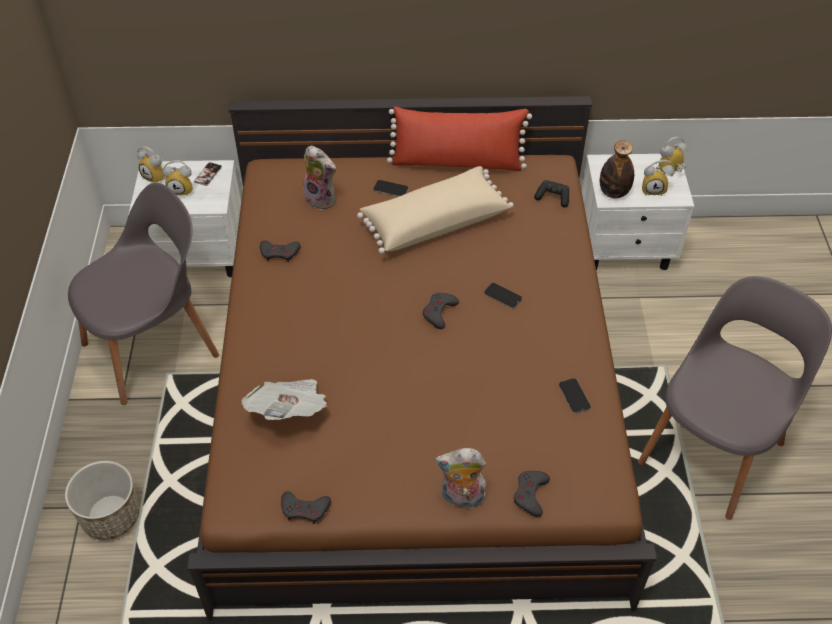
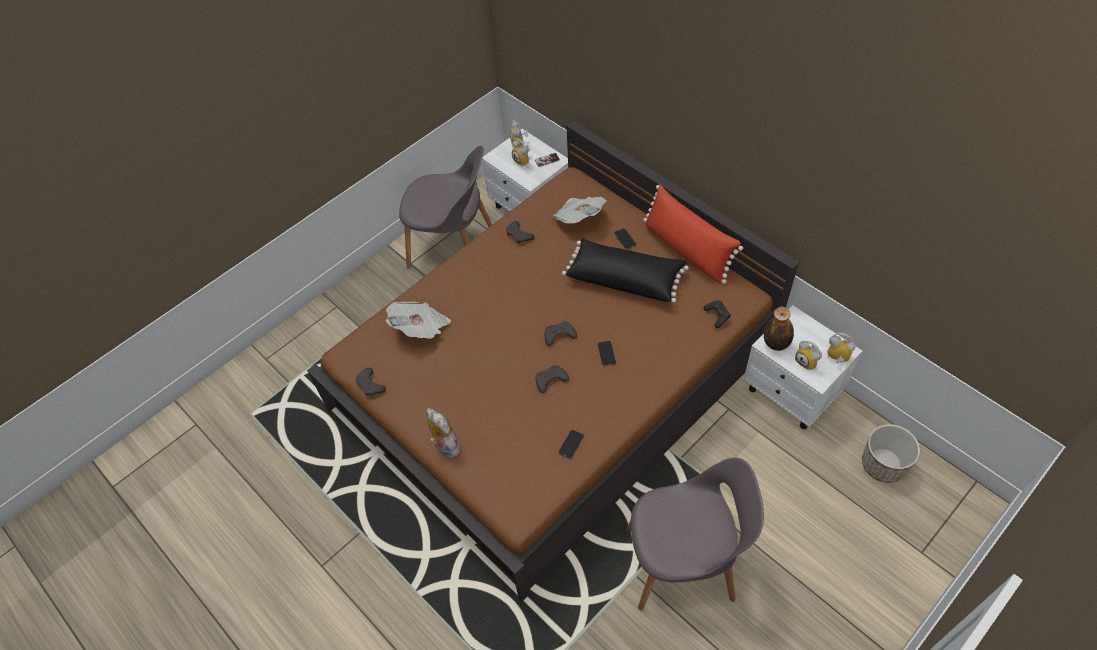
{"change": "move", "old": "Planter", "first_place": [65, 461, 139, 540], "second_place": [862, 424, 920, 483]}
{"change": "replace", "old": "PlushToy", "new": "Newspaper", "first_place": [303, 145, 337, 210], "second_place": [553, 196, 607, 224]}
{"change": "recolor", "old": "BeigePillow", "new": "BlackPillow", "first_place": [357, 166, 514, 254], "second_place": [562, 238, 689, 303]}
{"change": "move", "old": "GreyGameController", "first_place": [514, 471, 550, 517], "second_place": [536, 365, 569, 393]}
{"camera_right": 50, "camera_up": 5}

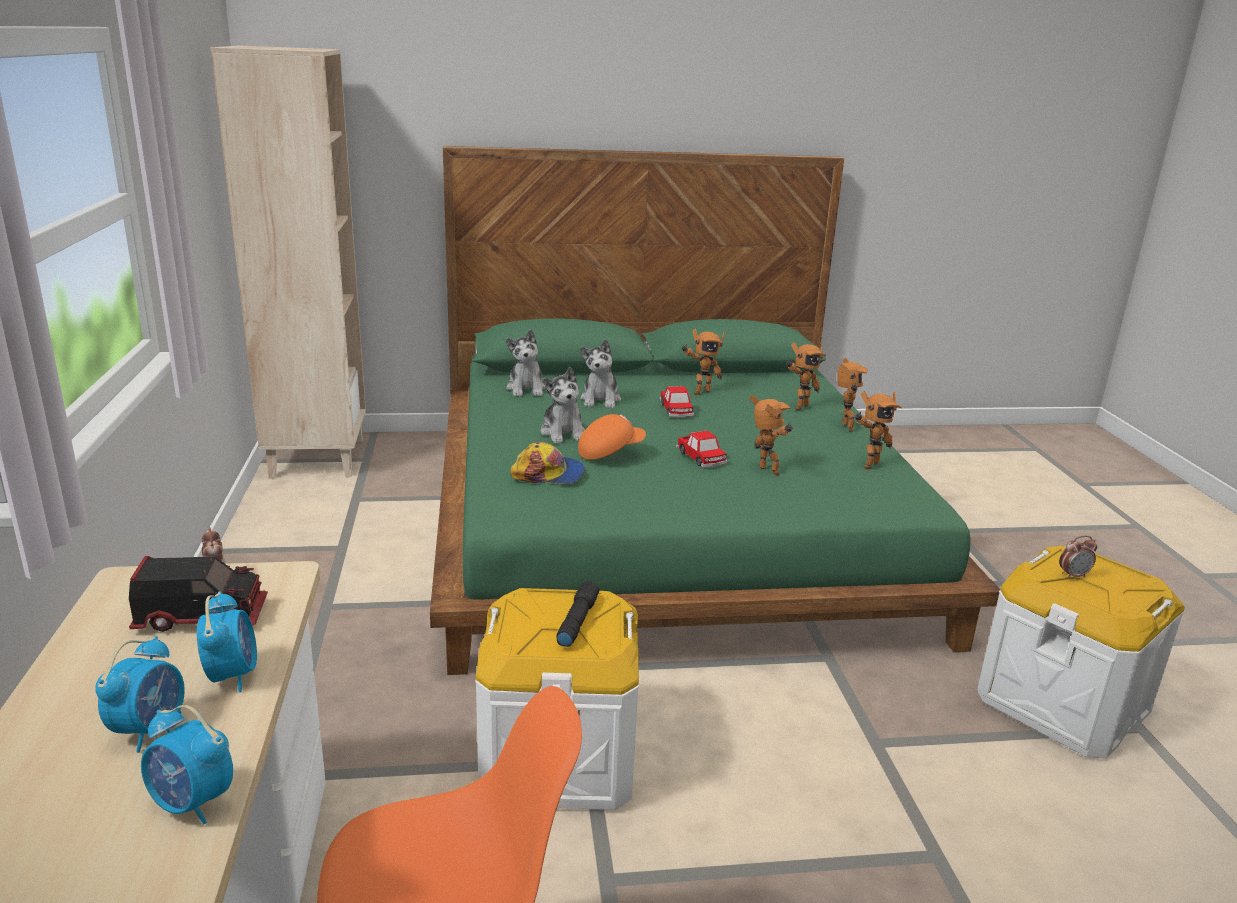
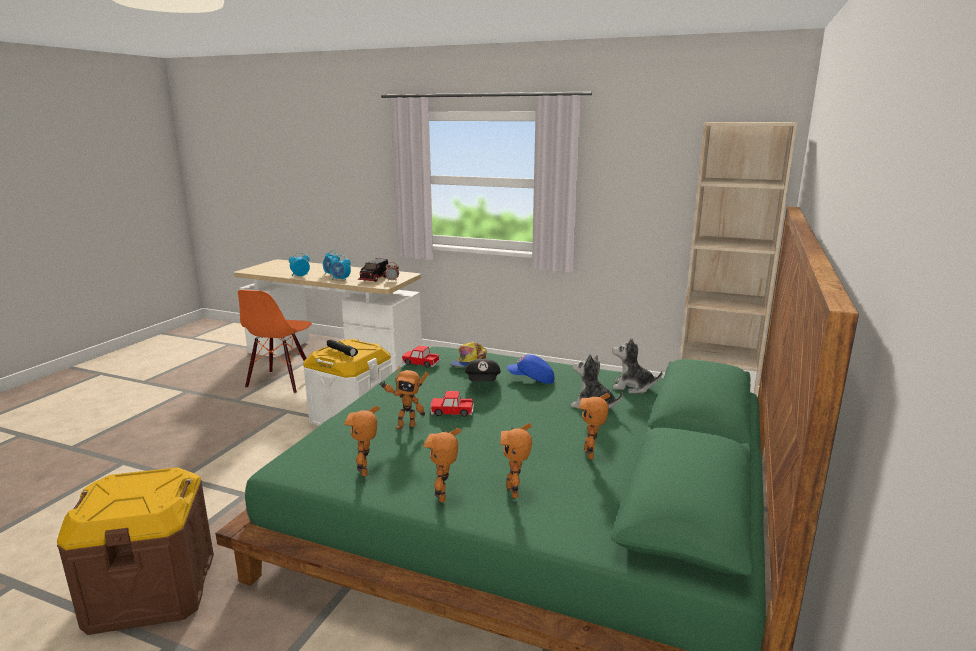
{"change": "replace", "old": "PlushToy", "new": "BlueCap", "first_place": [541, 367, 585, 443], "second_place": [507, 354, 554, 384]}
{"change": "recolor", "old": "OrangeCap", "new": "BlackCap", "first_place": [578, 414, 646, 460], "second_place": [465, 359, 501, 381]}
{"change": "move", "old": "ToyCar", "first_place": [659, 386, 694, 417], "second_place": [402, 345, 441, 368]}
{"change": "rotate", "old": "ToyRobot", "first_place": [837, 358, 868, 432], "second_place": [423, 428, 461, 503], "degrees": 60}
{"change": "recolor", "old": "WhiteStorageBox", "new": "BrownStorageBox", "first_place": [977, 546, 1185, 758], "second_place": [57, 467, 214, 635]}
{"change": "delete", "old": "AlarmClock", "first_place": [1059, 536, 1097, 579]}
{"camera_right": 120, "camera_up": -5}

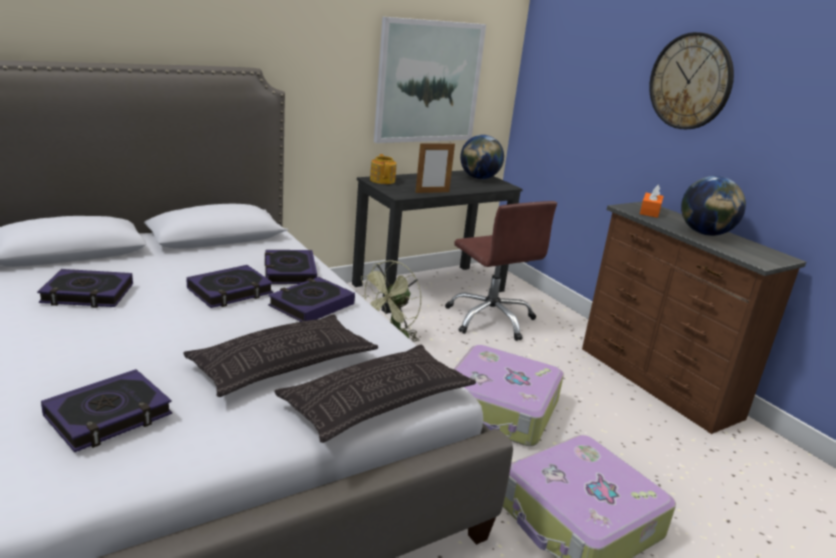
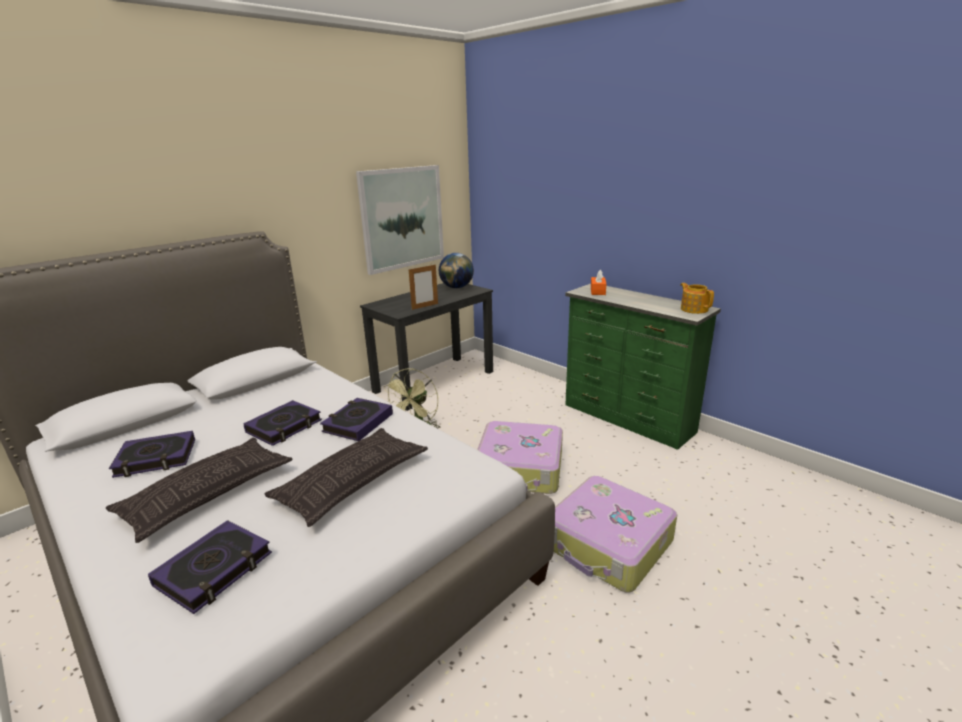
{"change": "delete", "old": "Book", "first_place": [265, 250, 317, 284]}
{"change": "move", "old": "Pillow", "first_place": [274, 344, 476, 443], "second_place": [106, 438, 293, 543]}
{"change": "move", "old": "Teapot", "first_place": [370, 154, 397, 184], "second_place": [680, 283, 714, 314]}
{"change": "delete", "old": "BrownOfficeChair", "first_place": [445, 201, 557, 341]}
{"change": "recolor", "old": "BrownDresser", "new": "GreenDresser", "first_place": [582, 201, 806, 434], "second_place": [565, 284, 721, 450]}
{"change": "delete", "old": "WallClock", "first_place": [649, 32, 734, 129]}
{"change": "delete", "old": "Globe", "first_place": [681, 176, 746, 236]}
{"camera_right": -10, "camera_up": 0}

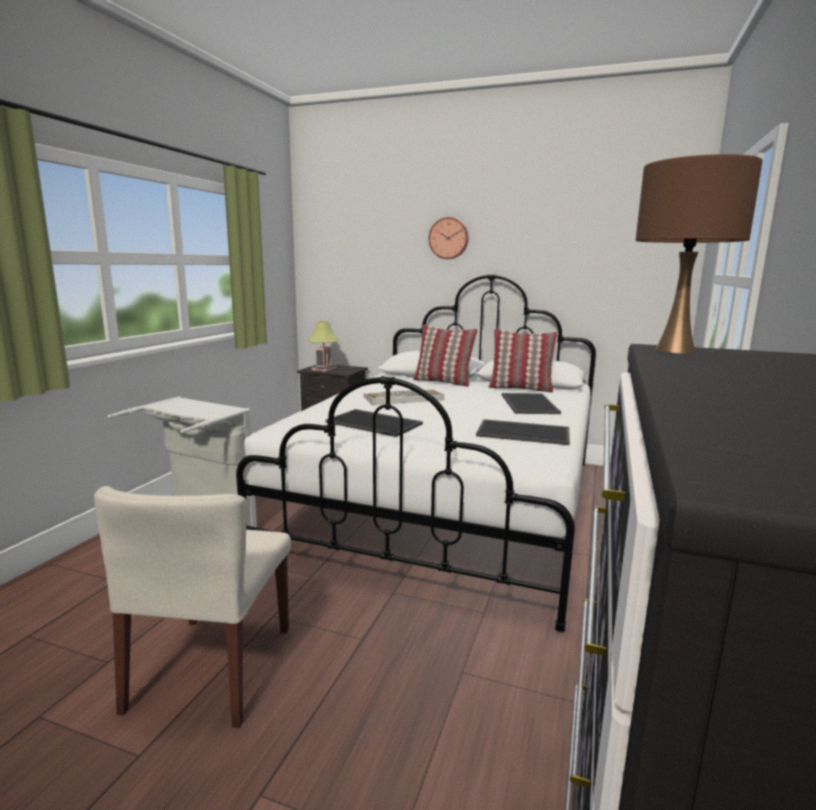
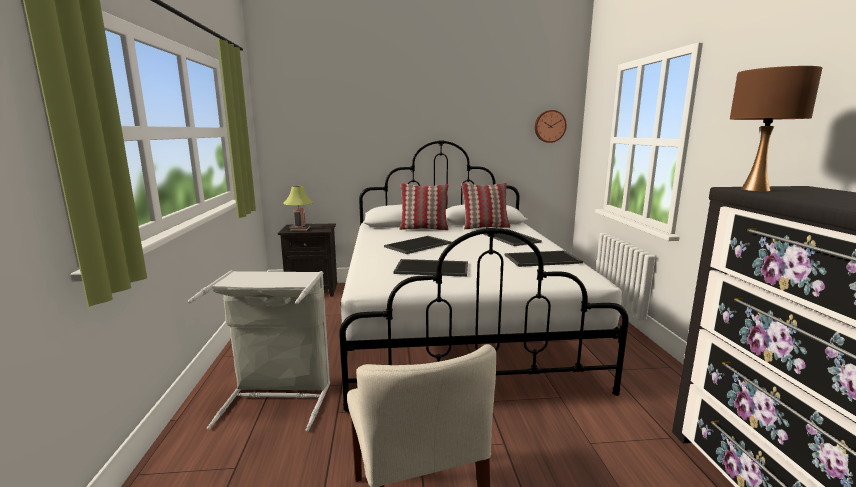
{"change": "replace", "old": "Keyboard", "new": "Tray", "first_place": [364, 389, 444, 405], "second_place": [384, 236, 451, 254]}
{"change": "move", "old": "WallClock", "first_place": [429, 217, 469, 259], "second_place": [535, 110, 567, 143]}
{"camera_right": -25, "camera_up": 0}

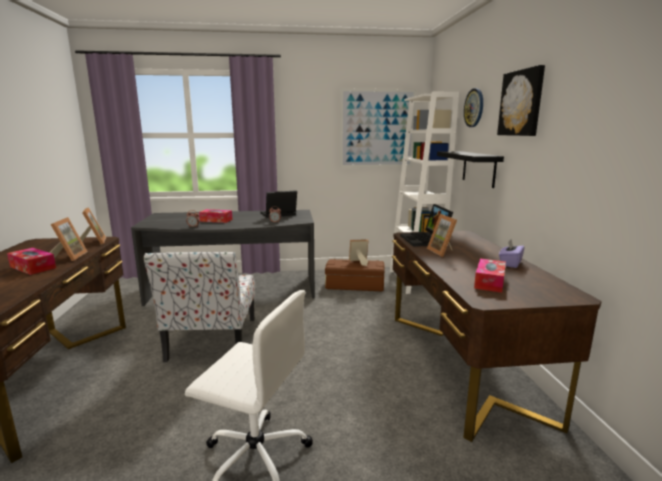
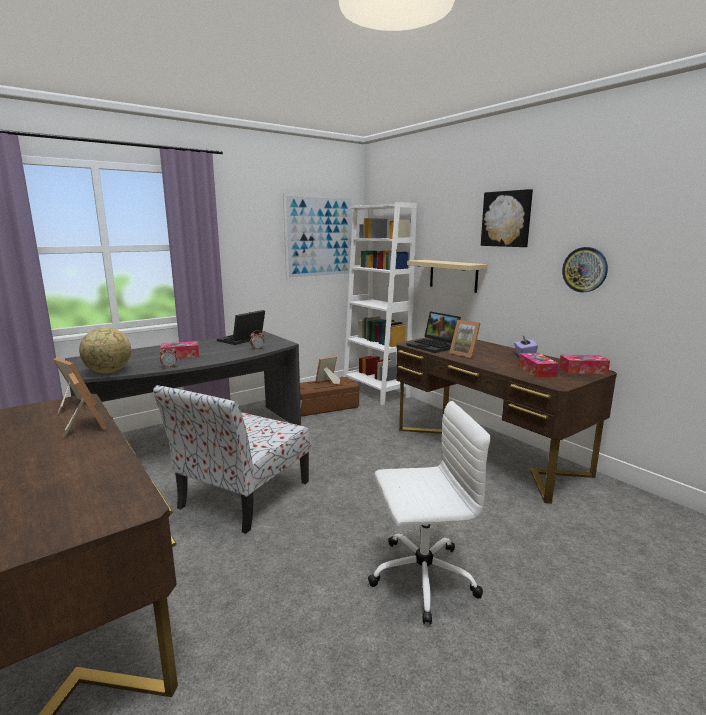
{"change": "move", "old": "TissueBox", "first_place": [7, 248, 56, 275], "second_place": [559, 355, 610, 374]}
{"change": "rotate", "old": "Chair", "first_place": [144, 252, 255, 362], "second_place": [153, 385, 311, 534], "degrees": 60}
{"change": "recolor", "old": "BlackShelf", "new": "BeigeShelf", "first_place": [437, 151, 504, 188], "second_place": [407, 260, 488, 293]}
{"change": "move", "old": "WallClock", "first_place": [464, 88, 483, 127], "second_place": [562, 247, 608, 292]}
{"change": "insert", "new": "Globe", "second_place": [79, 327, 131, 373]}
{"camera_right": -30, "camera_up": 0}

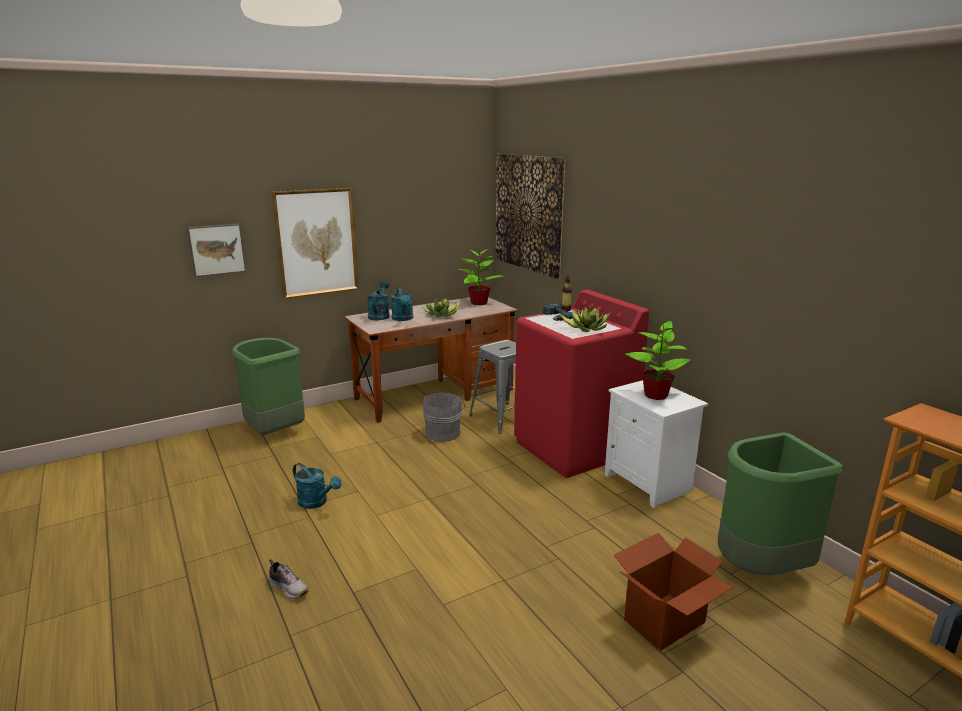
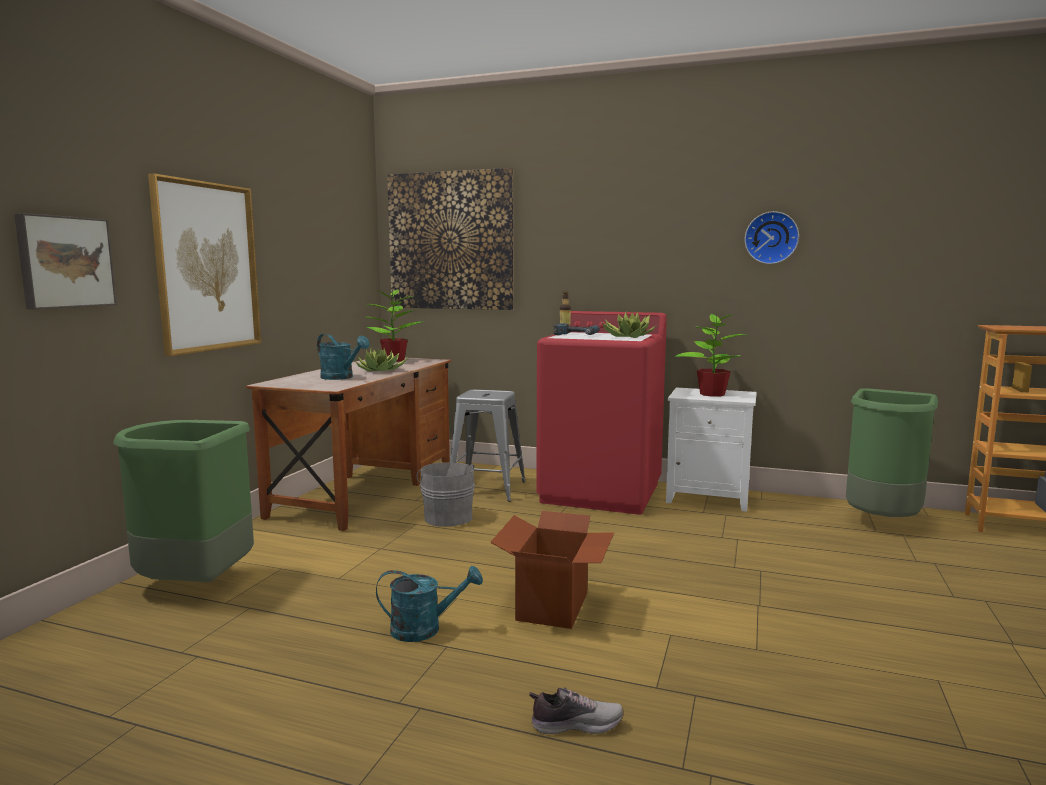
{"change": "delete", "old": "TurquoiseWateringCan", "first_place": [367, 281, 390, 320]}
{"change": "move", "old": "CardboardBox", "first_place": [614, 533, 733, 651], "second_place": [490, 511, 614, 629]}
{"change": "insert", "new": "WallClock", "second_place": [744, 211, 799, 264]}
{"camera_right": -40, "camera_up": -10}

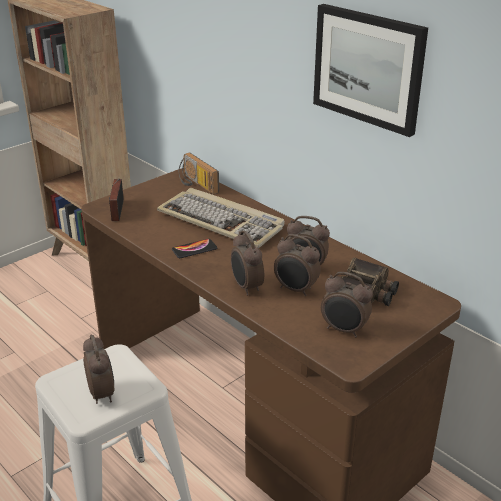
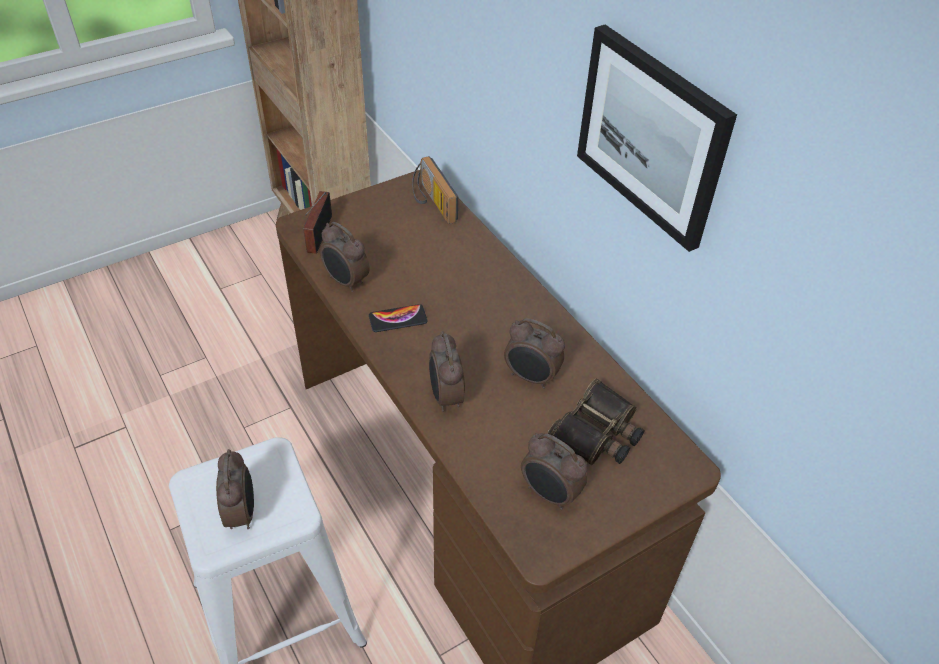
{"change": "delete", "old": "Keyboard", "first_place": [157, 188, 285, 248]}
{"change": "move", "old": "AlarmClock", "first_place": [274, 234, 321, 296], "second_place": [320, 222, 370, 292]}
{"camera_right": 10, "camera_up": 15}

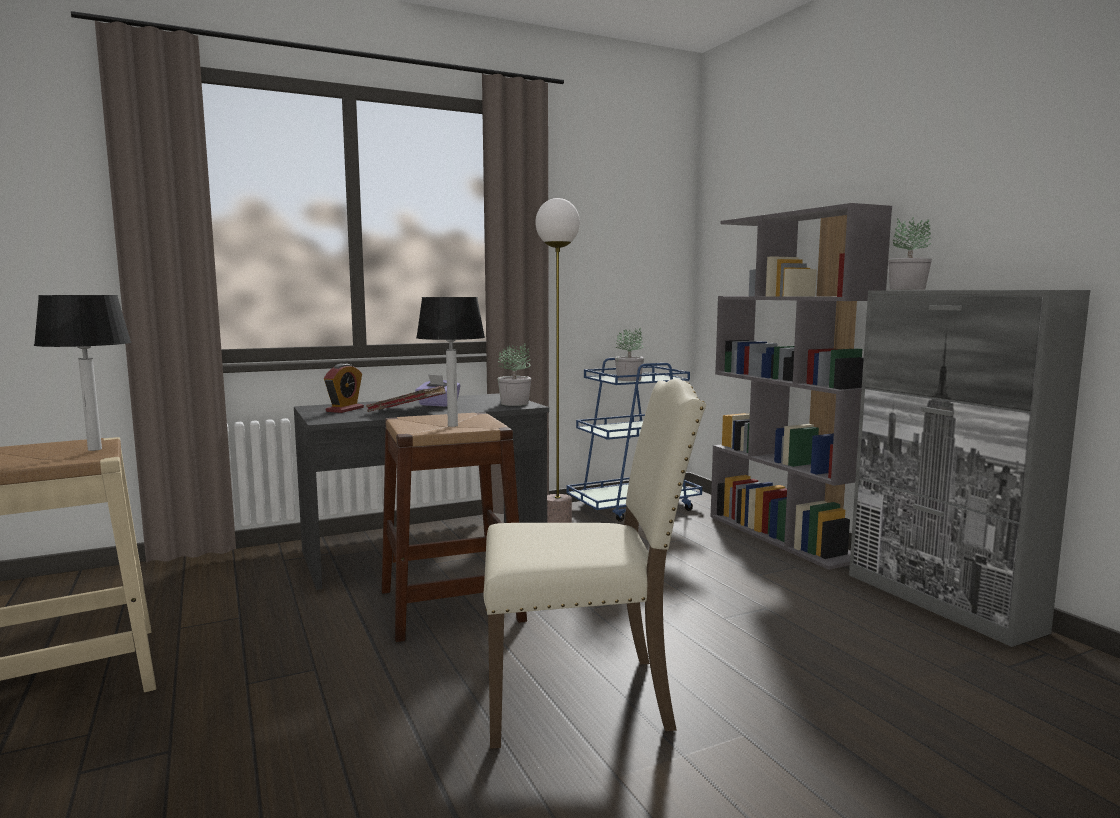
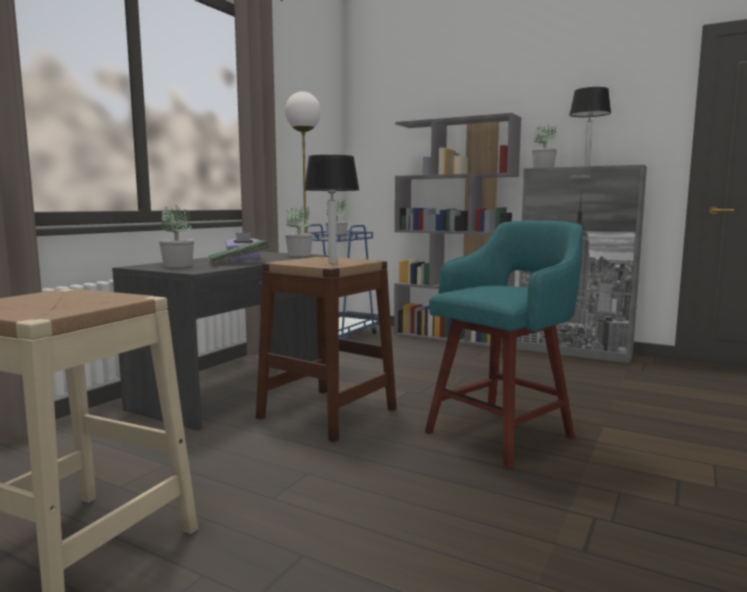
{"change": "move", "old": "TableLamp", "first_place": [34, 295, 131, 451], "second_place": [569, 87, 611, 166]}
{"change": "replace", "old": "AlarmClock", "new": "PottedPlant", "first_place": [324, 364, 364, 413], "second_place": [159, 205, 194, 267]}
{"change": "recolor", "old": "RedBook", "new": "GreenBook", "first_place": [366, 386, 446, 412], "second_place": [209, 240, 270, 264]}
{"change": "replace", "old": "BeigeChair", "new": "TurquoiseStool", "first_place": [484, 379, 706, 748], "second_place": [425, 220, 583, 469]}
{"camera_right": -35, "camera_up": 0}

